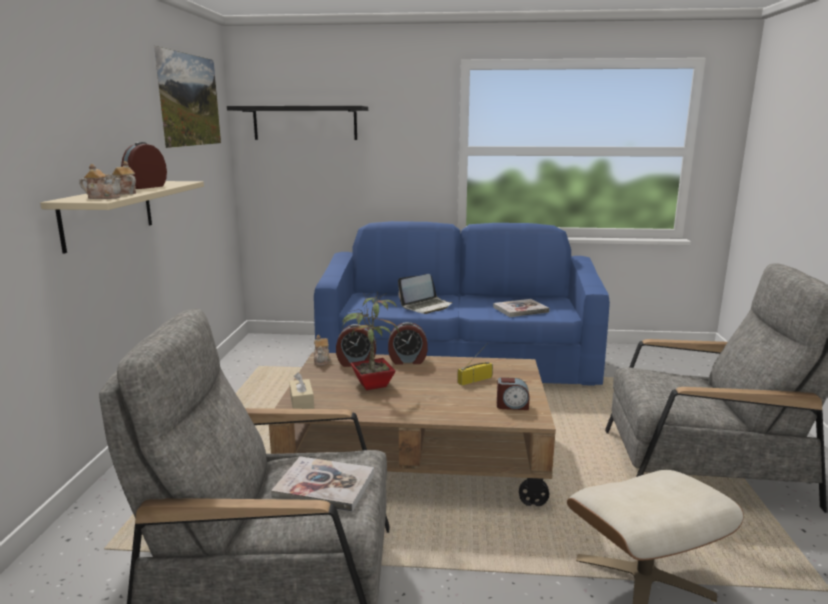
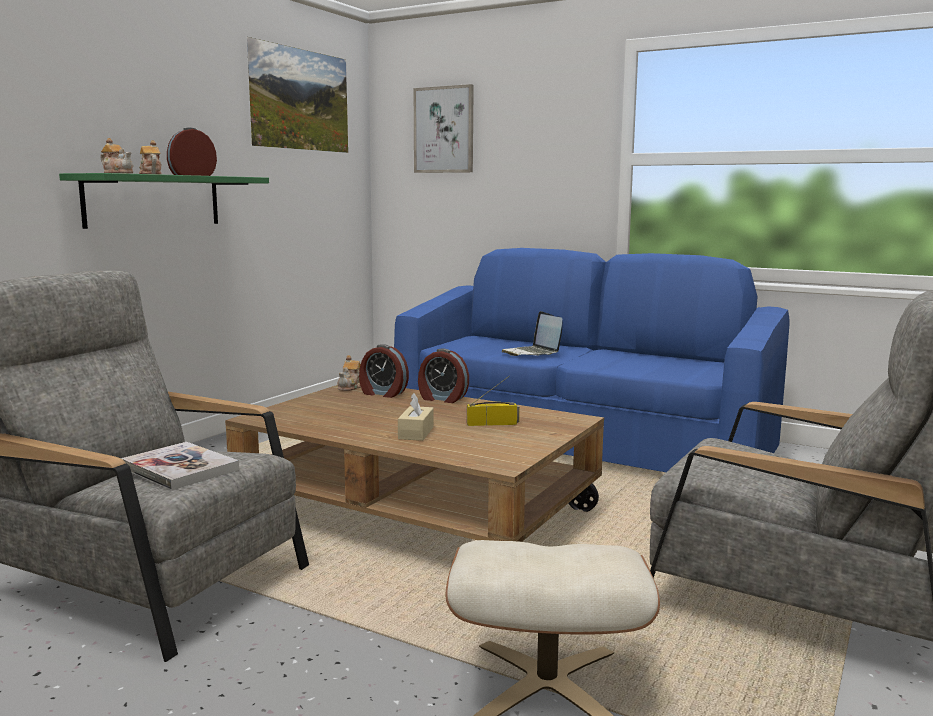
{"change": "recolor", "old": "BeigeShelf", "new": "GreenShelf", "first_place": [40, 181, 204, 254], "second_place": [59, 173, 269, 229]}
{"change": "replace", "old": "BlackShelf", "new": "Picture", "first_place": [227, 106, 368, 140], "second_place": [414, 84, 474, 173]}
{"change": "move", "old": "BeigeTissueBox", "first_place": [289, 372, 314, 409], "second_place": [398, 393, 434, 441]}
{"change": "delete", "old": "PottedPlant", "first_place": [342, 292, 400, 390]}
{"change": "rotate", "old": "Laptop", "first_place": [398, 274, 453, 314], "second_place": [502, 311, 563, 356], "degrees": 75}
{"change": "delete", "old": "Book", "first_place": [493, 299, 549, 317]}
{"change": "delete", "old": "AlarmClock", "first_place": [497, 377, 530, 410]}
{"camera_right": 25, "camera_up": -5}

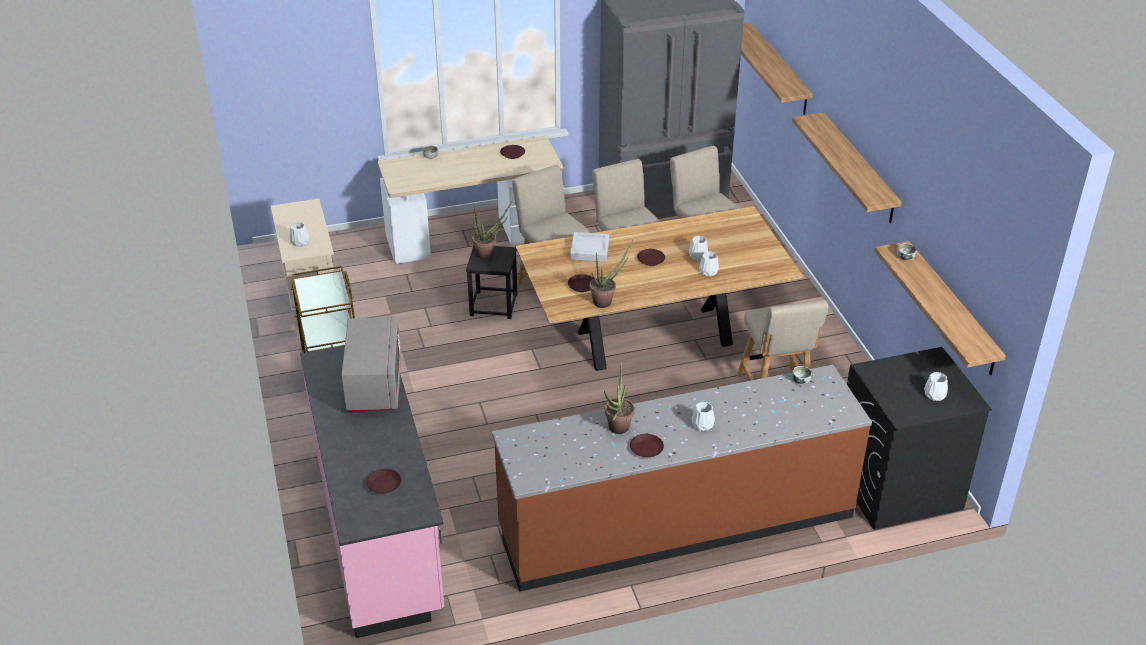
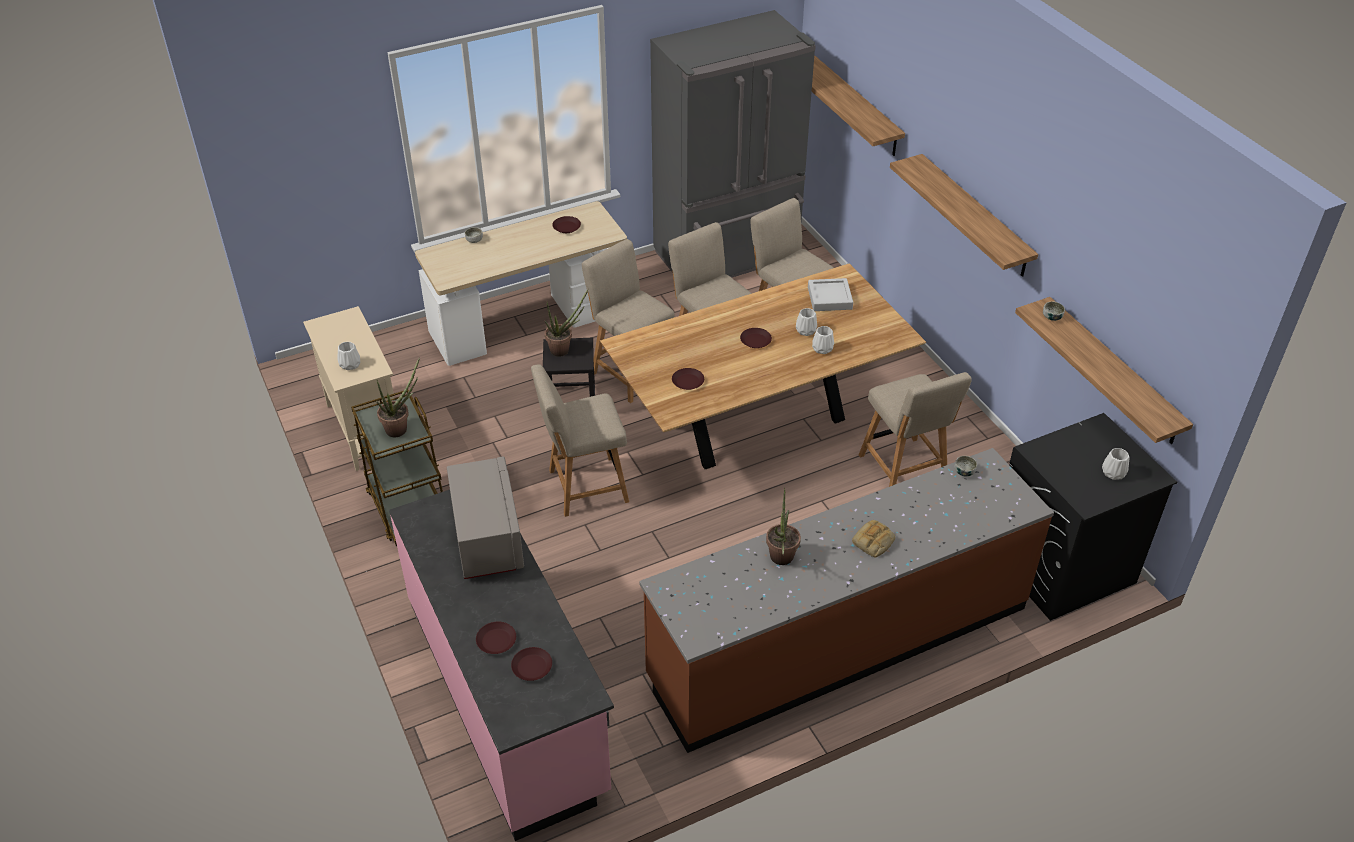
{"change": "move", "old": "GreyTray", "first_place": [570, 232, 609, 262], "second_place": [808, 278, 853, 311]}
{"change": "move", "old": "PottedPlant", "first_place": [590, 239, 633, 308], "second_place": [376, 357, 420, 437]}
{"change": "move", "old": "BrownPlate", "first_place": [630, 434, 664, 457], "second_place": [476, 622, 516, 654]}
{"change": "replace", "old": "WhiteVase", "new": "Bread", "first_place": [692, 402, 715, 431], "second_place": [852, 520, 895, 558]}
{"change": "insert", "new": "BeigeChair", "second_place": [531, 364, 629, 517]}
{"camera_right": -10, "camera_up": 5}

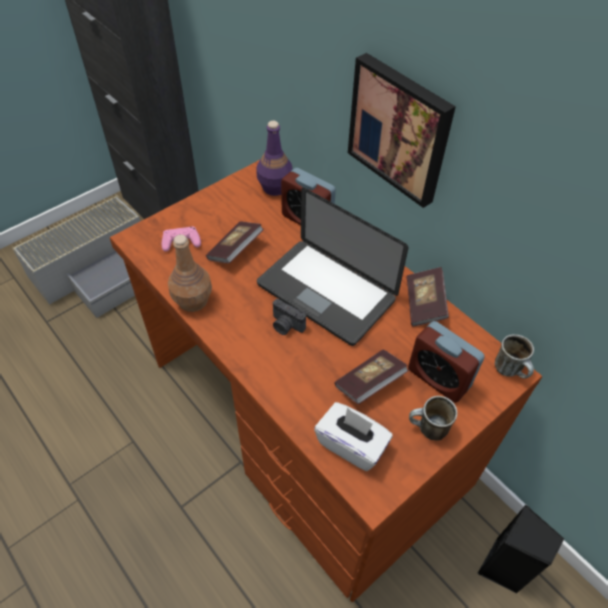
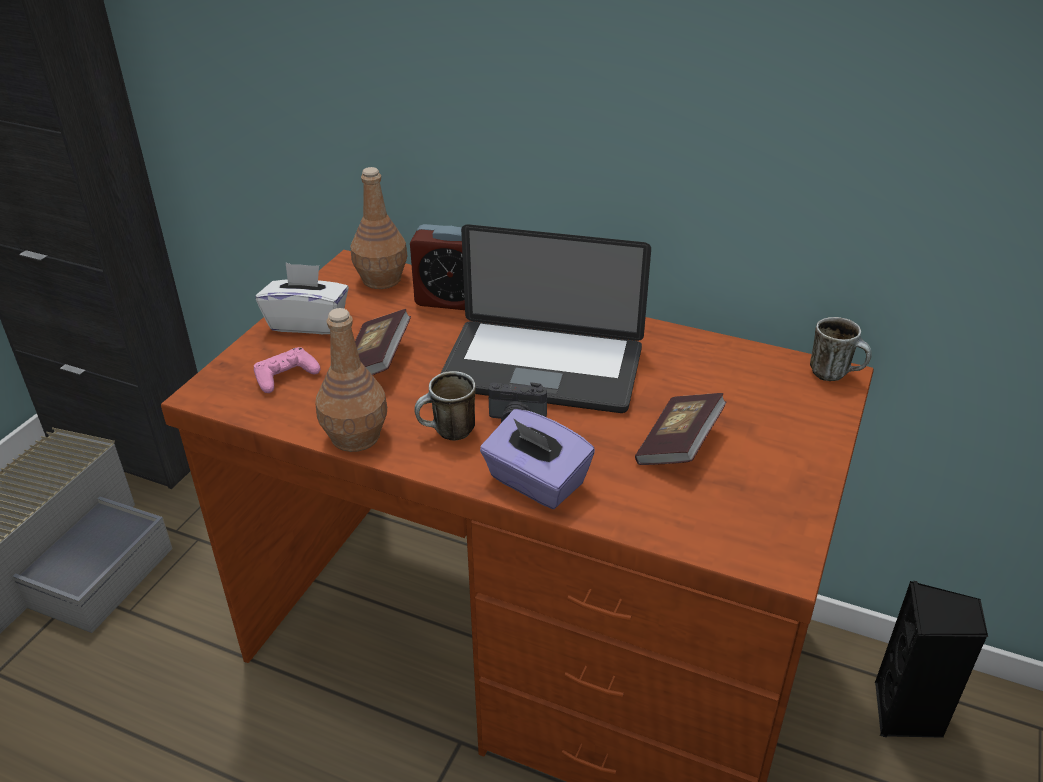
{"change": "recolor", "old": "PurpleBottle", "new": "BrownBottle", "first_place": [257, 121, 293, 196], "second_place": [350, 167, 408, 289]}
{"change": "move", "old": "WhiteTissueBox", "first_place": [314, 402, 393, 471], "second_place": [256, 263, 349, 334]}
{"change": "delete", "old": "Picture", "first_place": [348, 53, 456, 208]}
{"change": "delete", "old": "Book", "first_place": [407, 267, 449, 326]}
{"change": "delete", "old": "AlarmClock", "first_place": [408, 321, 485, 403]}
{"change": "move", "old": "Mug", "first_place": [409, 396, 457, 440], "second_place": [414, 371, 476, 441]}
{"change": "insert", "new": "PurpleTissueBox", "second_place": [480, 409, 595, 509]}
{"camera_right": -25, "camera_up": -15}

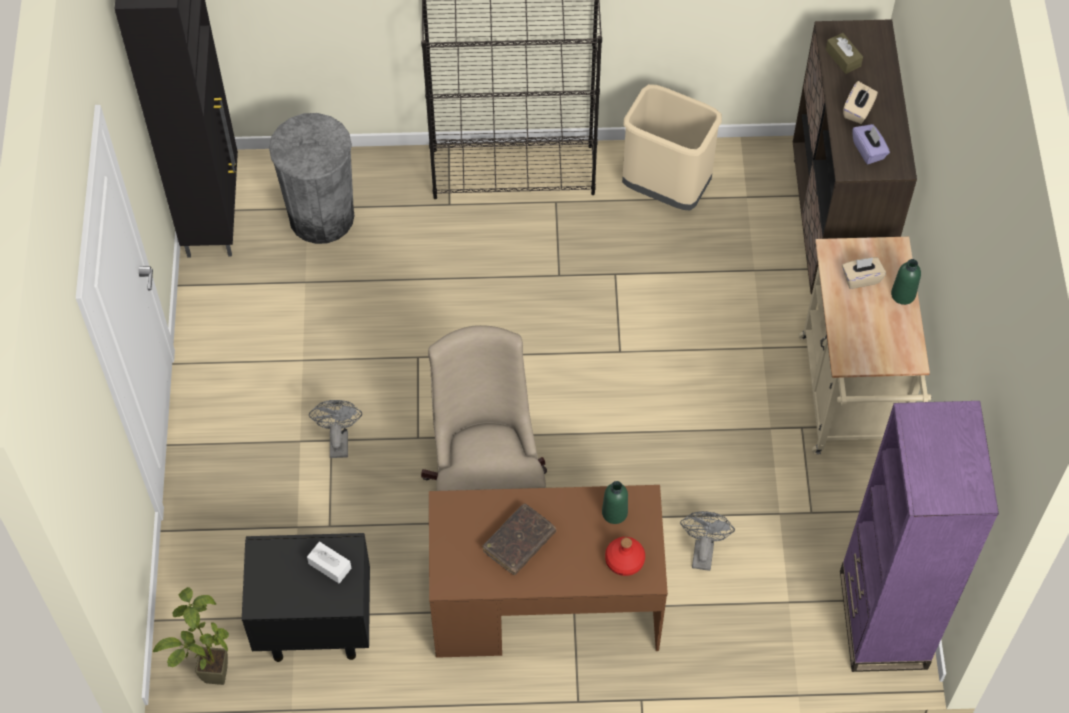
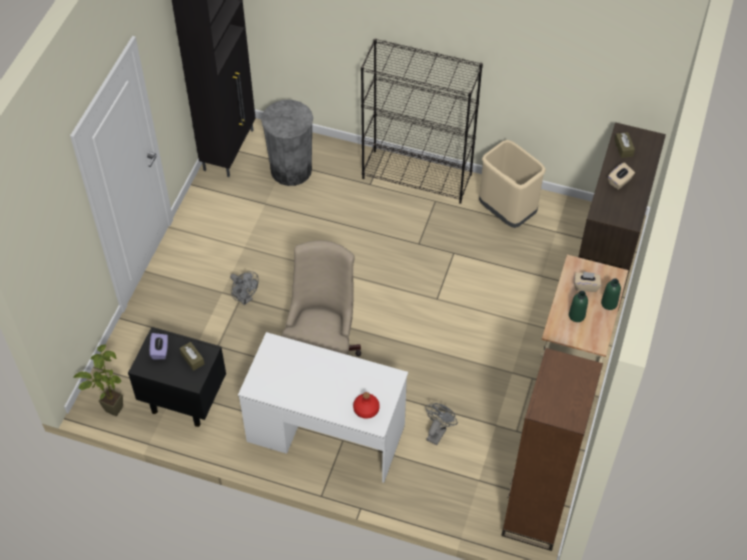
{"change": "recolor", "old": "WhiteTissueBox", "new": "BrownTissueBox", "first_place": [307, 542, 351, 584], "second_place": [179, 342, 205, 371]}
{"change": "rotate", "old": "GreyFan", "first_place": [309, 400, 362, 458], "second_place": [230, 271, 259, 305], "degrees": 120}
{"change": "recolor", "old": "BrownDesk", "new": "WhiteDesk", "first_place": [429, 485, 668, 658], "second_place": [238, 332, 408, 483]}
{"change": "delete", "old": "BrownBook", "first_place": [482, 504, 556, 575]}
{"change": "move", "old": "GreenBottle", "first_place": [602, 481, 628, 524], "second_place": [569, 291, 588, 322]}
{"change": "recolor", "old": "PurpleBookcase", "new": "BrownBookcase", "first_place": [840, 401, 999, 672], "second_place": [501, 348, 603, 551]}
{"change": "move", "old": "PurpleTissueBox", "first_place": [853, 124, 890, 164], "second_place": [149, 333, 168, 360]}
{"camera_right": 20, "camera_up": -5}

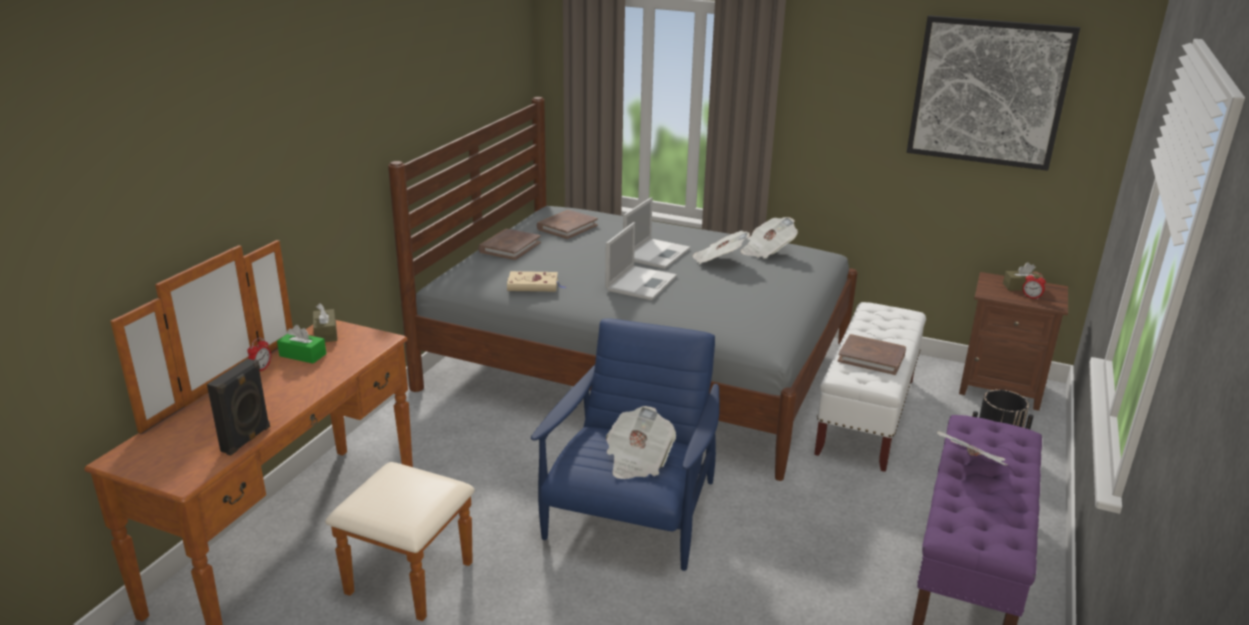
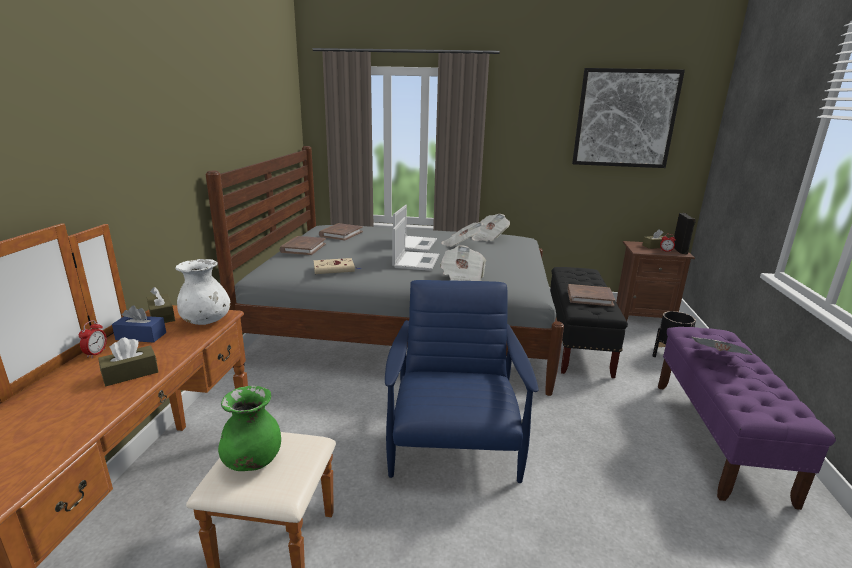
{"change": "move", "old": "BlackSpeaker", "first_place": [207, 359, 270, 456], "second_place": [673, 213, 696, 255]}
{"change": "recolor", "old": "GreenTissueBox", "new": "BlueTissueBox", "first_place": [277, 325, 326, 364], "second_place": [112, 305, 166, 343]}
{"change": "move", "old": "Newspaper", "first_place": [606, 406, 676, 479], "second_place": [440, 245, 486, 281]}
{"change": "recolor", "old": "WhiteBench", "new": "BlackBench", "first_place": [814, 302, 926, 472], "second_place": [550, 267, 628, 378]}
{"change": "insert", "new": "BrownTissueBox", "second_place": [98, 337, 158, 386]}
{"change": "insert", "new": "WhiteVase", "second_place": [175, 259, 230, 325]}
{"change": "insert", "new": "GreenVase", "second_place": [218, 386, 281, 471]}
{"camera_right": -15, "camera_up": -5}

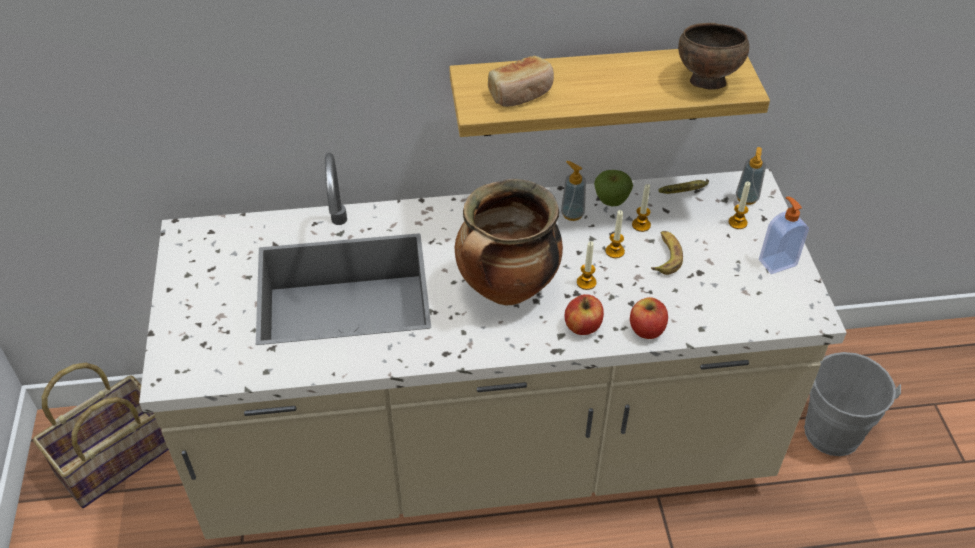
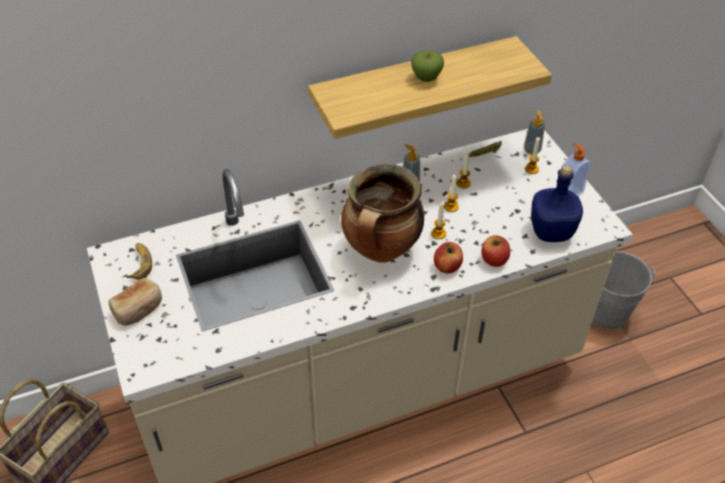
{"change": "move", "old": "Bread", "first_place": [488, 56, 554, 107], "second_place": [109, 278, 162, 326]}
{"change": "move", "old": "Apple", "first_place": [594, 170, 633, 206], "second_place": [411, 50, 444, 82]}
{"change": "move", "old": "Banana", "first_place": [651, 231, 683, 275], "second_place": [126, 243, 152, 280]}
{"change": "delete", "old": "BrownBowl", "first_place": [678, 23, 749, 90]}
{"change": "insert", "new": "BlueBottle", "second_place": [531, 165, 583, 242]}
{"camera_right": -15, "camera_up": 0}

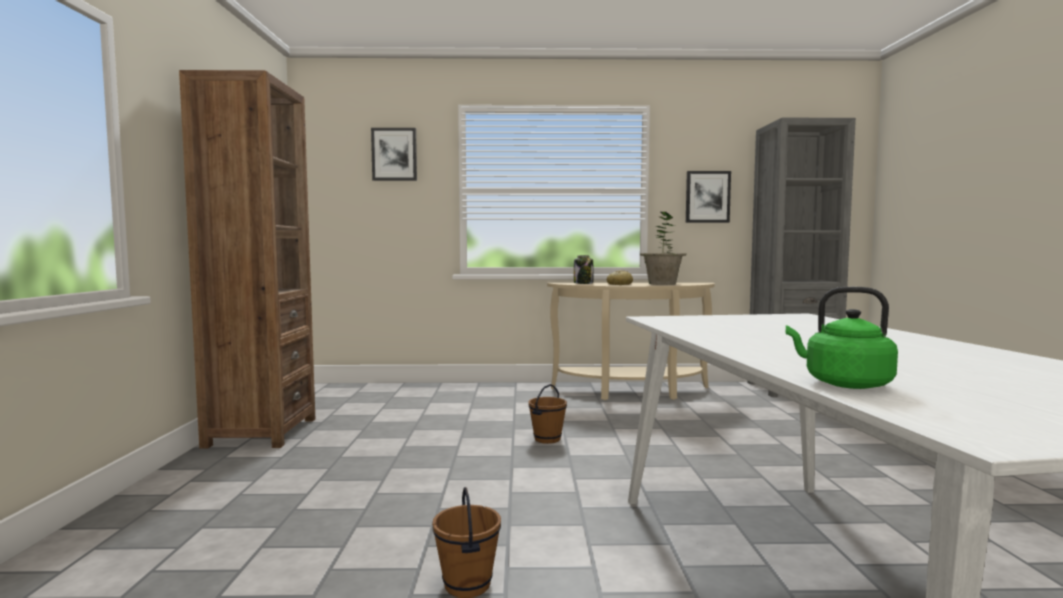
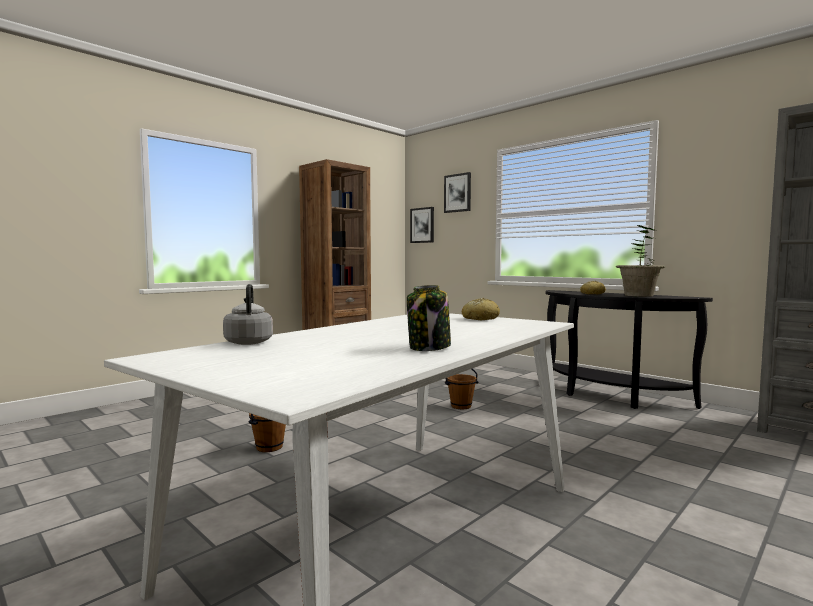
{"change": "recolor", "old": "BeigeConsoleTable", "new": "BlackConsoleTable", "first_place": [547, 283, 715, 400], "second_place": [546, 290, 713, 409]}
{"change": "move", "old": "Jar", "first_place": [574, 255, 593, 284], "second_place": [407, 285, 451, 351]}
{"change": "move", "old": "Picture", "first_place": [686, 171, 731, 223], "second_place": [410, 207, 434, 243]}
{"change": "recolor", "old": "GreenKettle", "new": "GreyKettle", "first_place": [786, 287, 898, 389], "second_place": [223, 284, 273, 345]}
{"change": "insert", "new": "Bread", "second_place": [462, 298, 500, 320]}
{"camera_right": 45, "camera_up": 0}

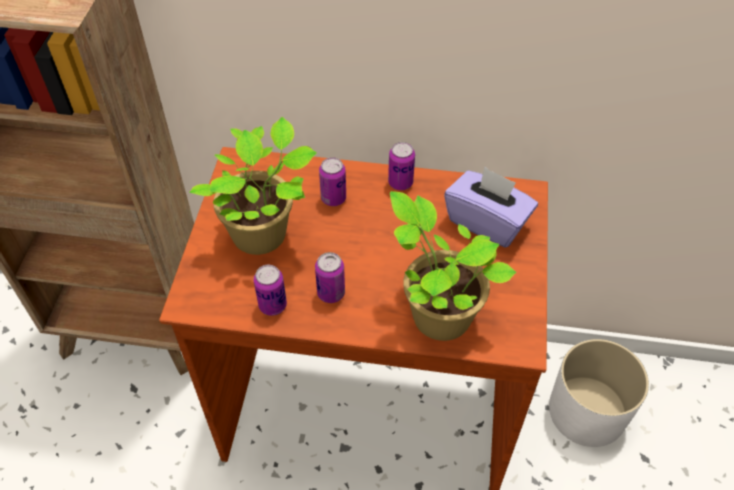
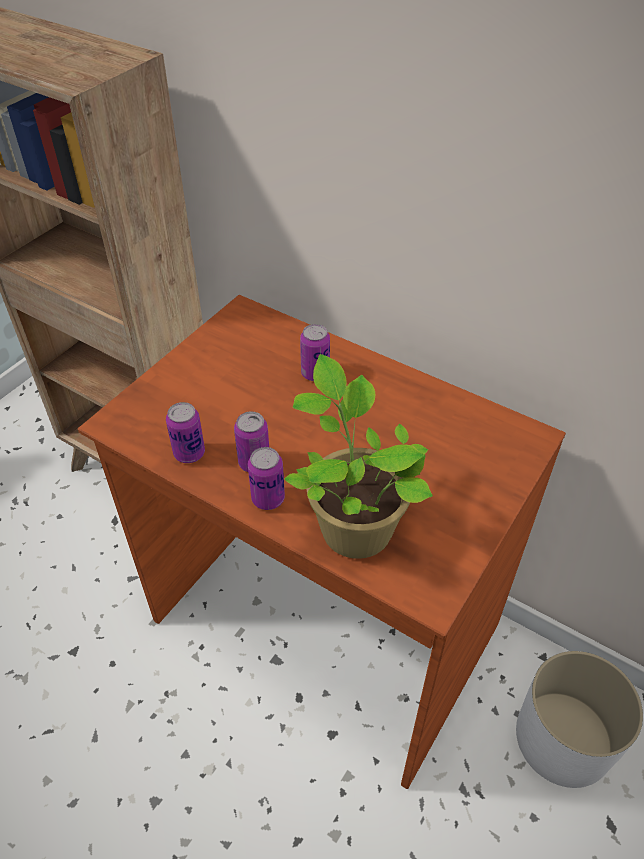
{"change": "delete", "old": "PottedPlant", "first_place": [189, 117, 316, 255]}
{"change": "move", "old": "Can", "first_place": [388, 142, 415, 190], "second_place": [248, 447, 285, 510]}
{"change": "delete", "old": "PurpleTissueBox", "first_place": [444, 166, 538, 248]}
{"camera_right": 25, "camera_up": -5}

